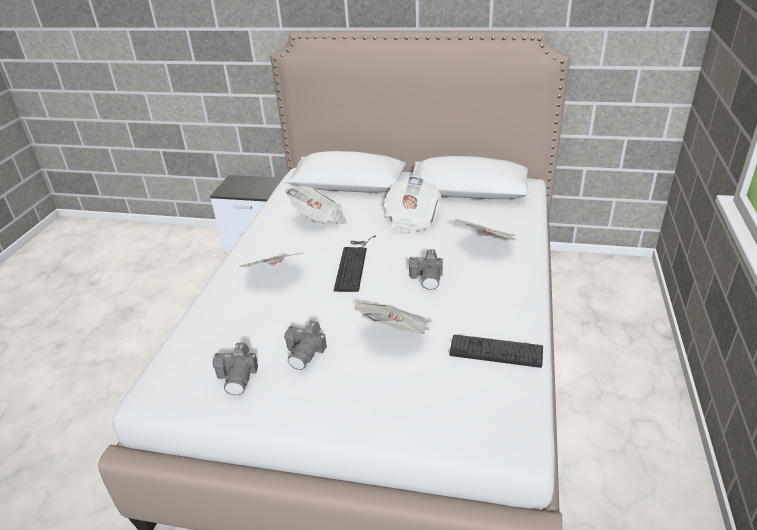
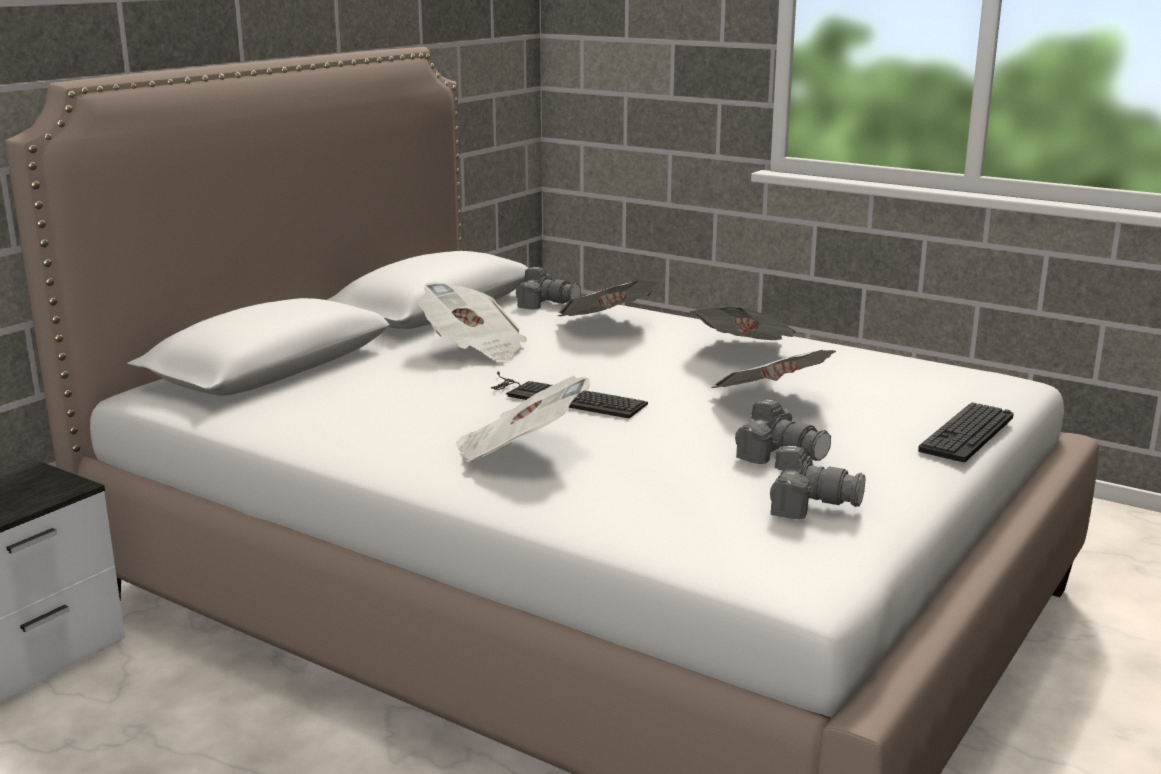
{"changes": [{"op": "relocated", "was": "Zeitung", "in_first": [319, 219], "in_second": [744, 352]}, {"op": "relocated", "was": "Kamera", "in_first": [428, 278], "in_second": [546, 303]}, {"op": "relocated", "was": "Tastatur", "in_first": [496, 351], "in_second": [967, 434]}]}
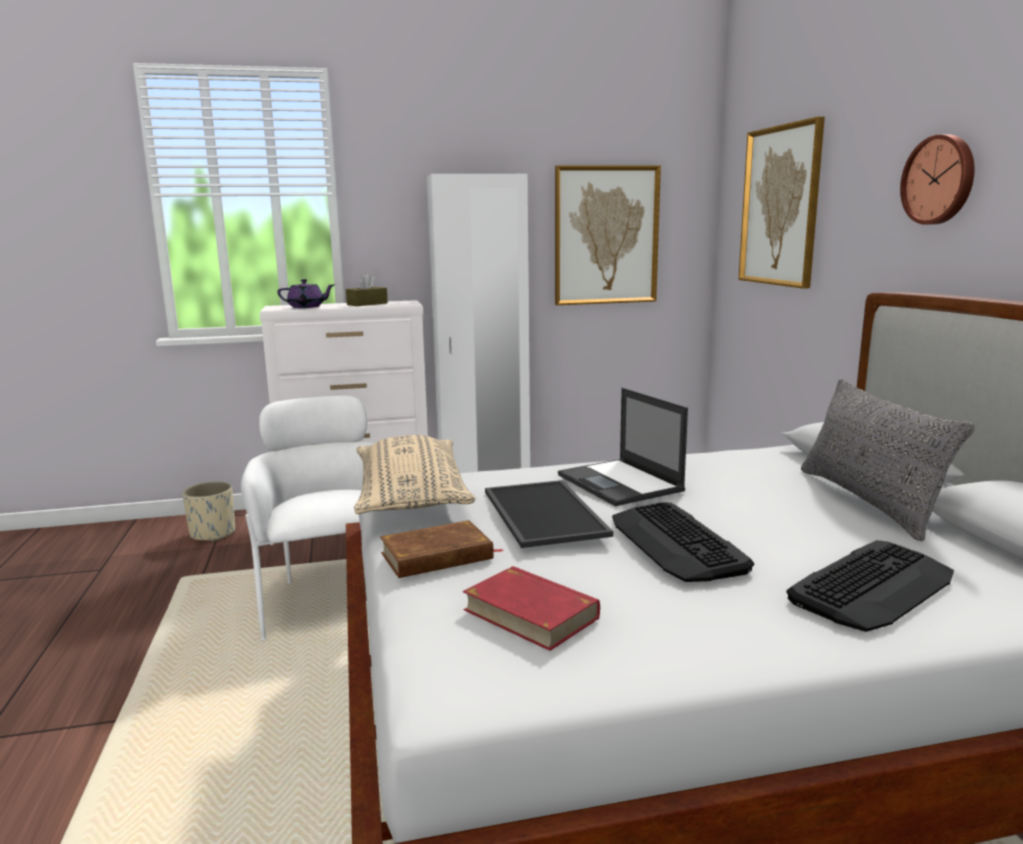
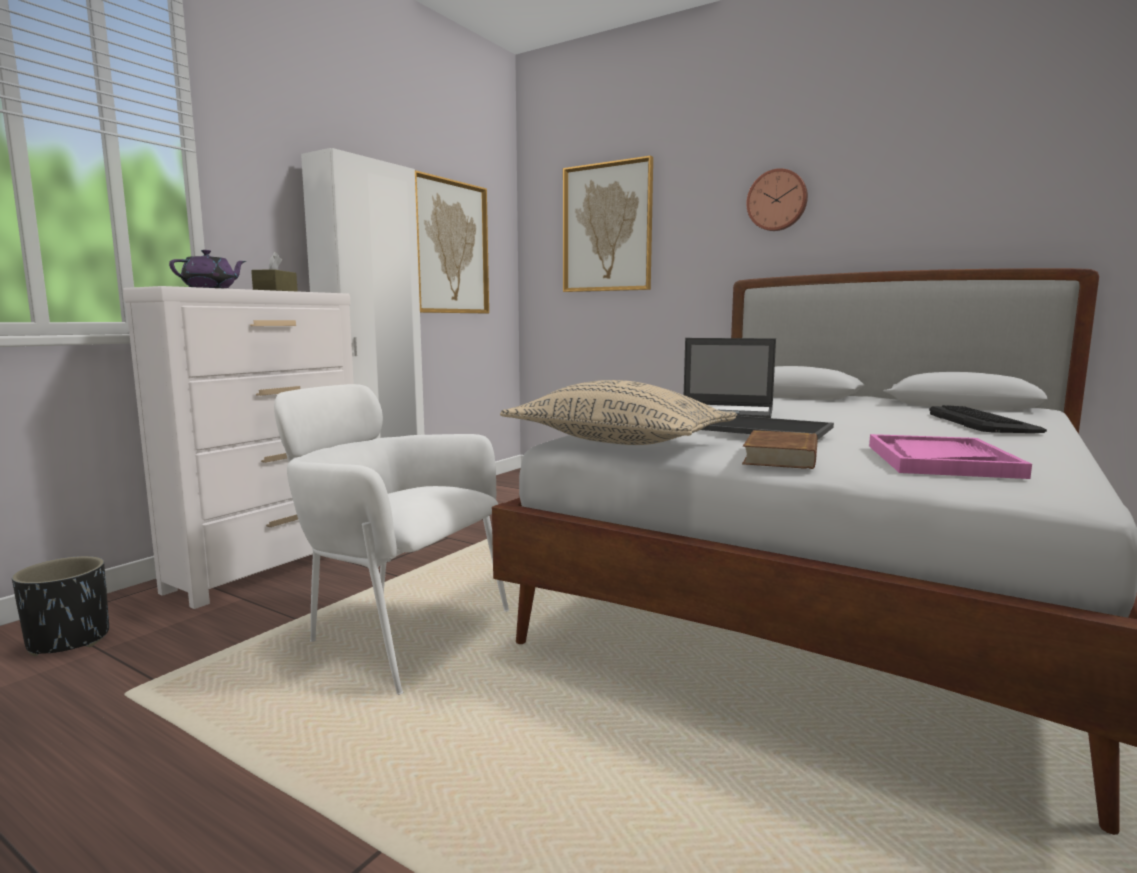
{"changes": [{"op": "colour", "was": "Pflanzkübel/beige", "now": "Pflanzkübel/schwarz", "in_first": [213, 534], "in_second": [69, 641]}, {"op": "exchanged", "was": "Buch/rot", "now": "Tablett/rosa", "in_first": [530, 613], "in_second": [939, 460]}, {"op": "missing", "was": "Tastatur", "in_first": [676, 543]}, {"op": "missing", "was": "Kissen/grau", "in_first": [867, 501]}]}
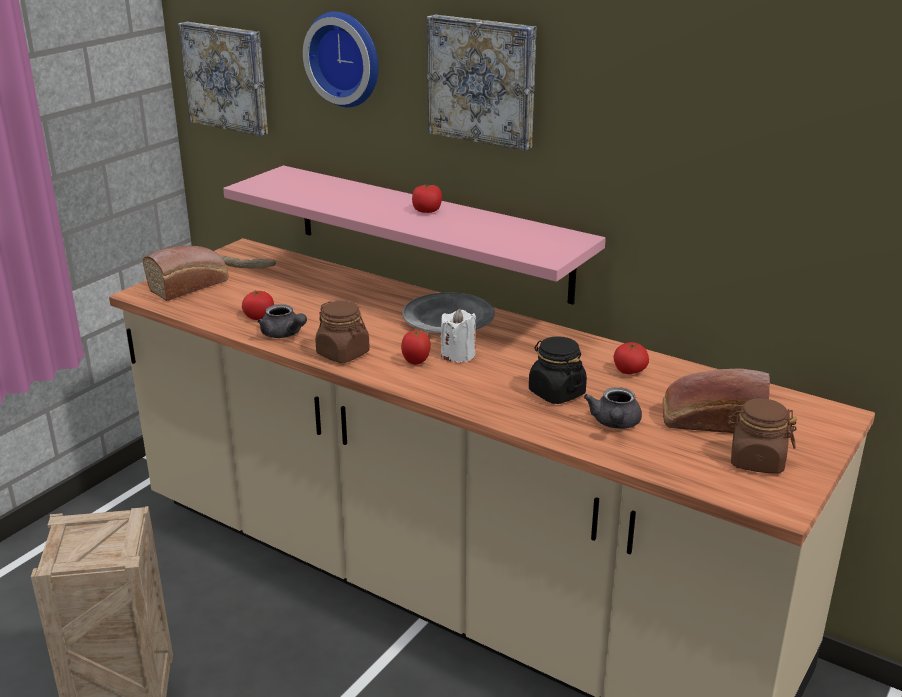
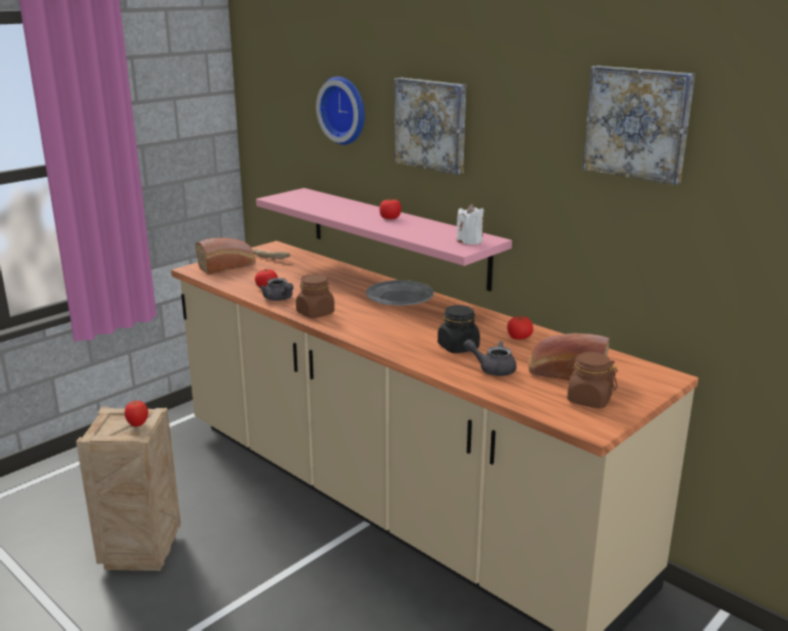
{"changes": [{"op": "relocated", "was": "Bild", "in_first": [227, 77], "in_second": [638, 123]}, {"op": "relocated", "was": "Tomate", "in_first": [416, 362], "in_second": [137, 425]}, {"op": "relocated", "was": "Kerze/weiß", "in_first": [458, 355], "in_second": [469, 241]}, {"op": "spun", "was": "Teekanne/grau", "in_first": [614, 424], "in_second": [492, 369], "clockwise": 90}]}
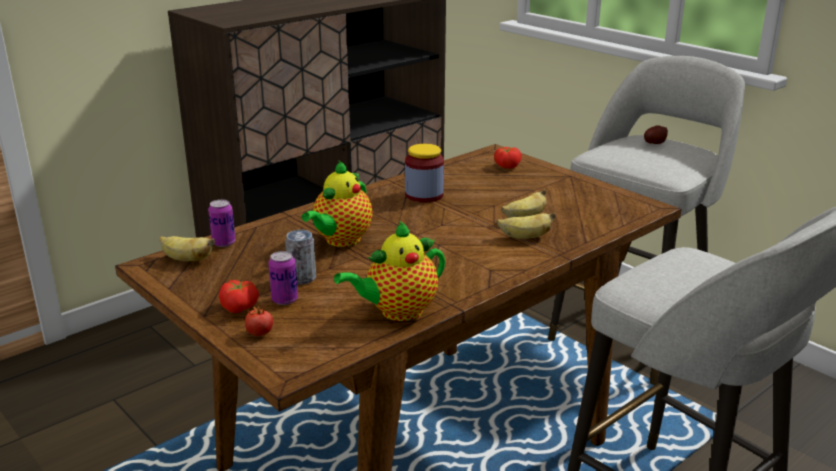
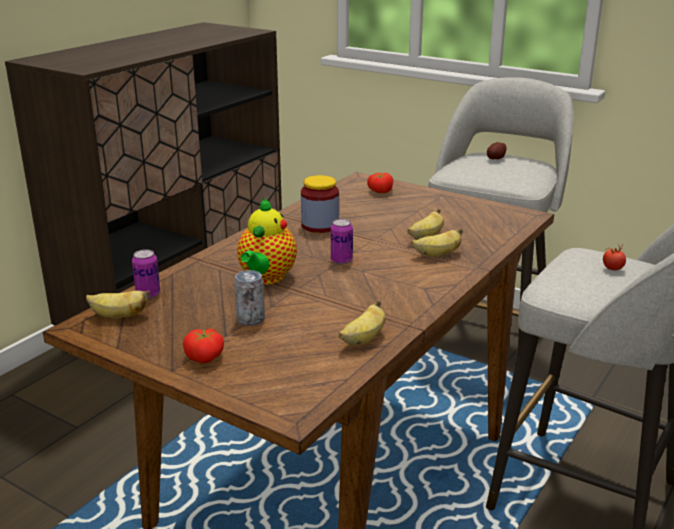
{"changes": [{"op": "relocated", "was": "Tomate", "in_first": [260, 333], "in_second": [612, 268]}, {"op": "relocated", "was": "Dose", "in_first": [284, 300], "in_second": [341, 260]}, {"op": "exchanged", "was": "Teekanne", "now": "Banane", "in_first": [397, 312], "in_second": [363, 339]}]}
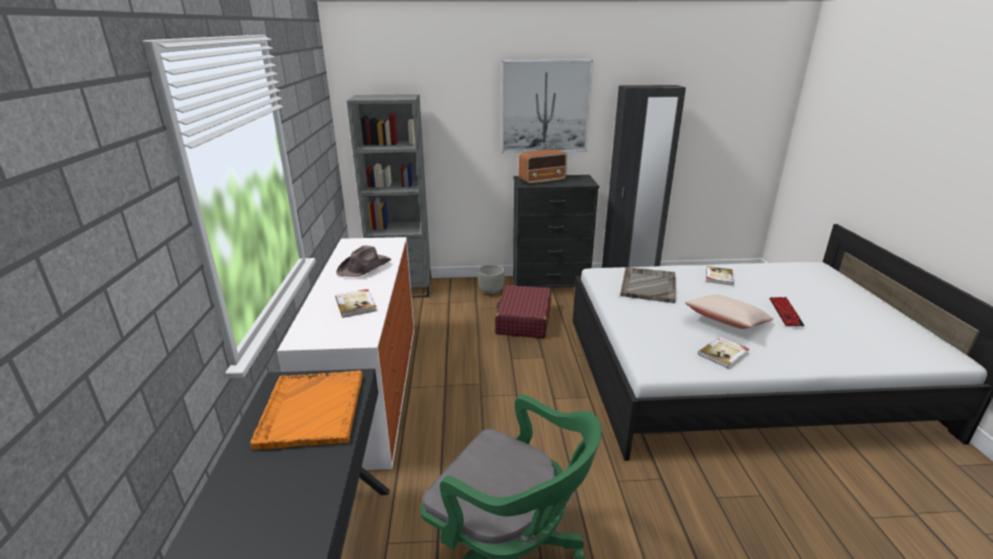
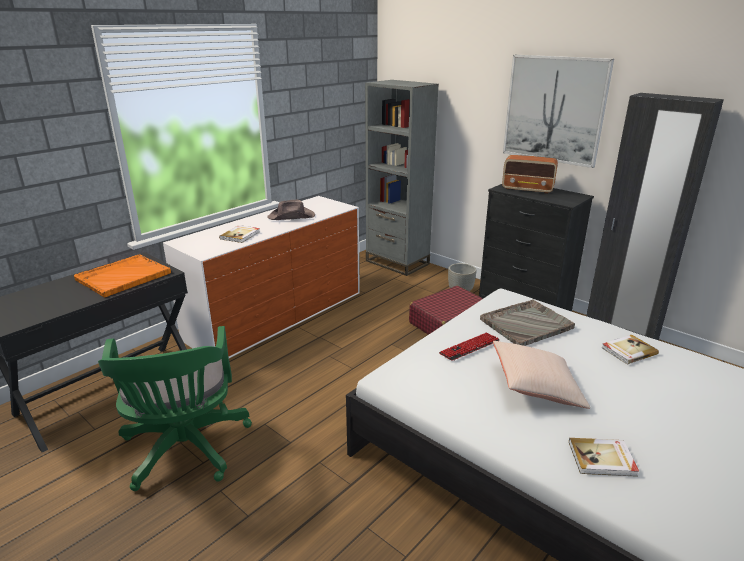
{"changes": [{"op": "relocated", "was": "Buch", "in_first": [724, 354], "in_second": [602, 459]}, {"op": "relocated", "was": "Tastatur", "in_first": [785, 312], "in_second": [469, 347]}]}
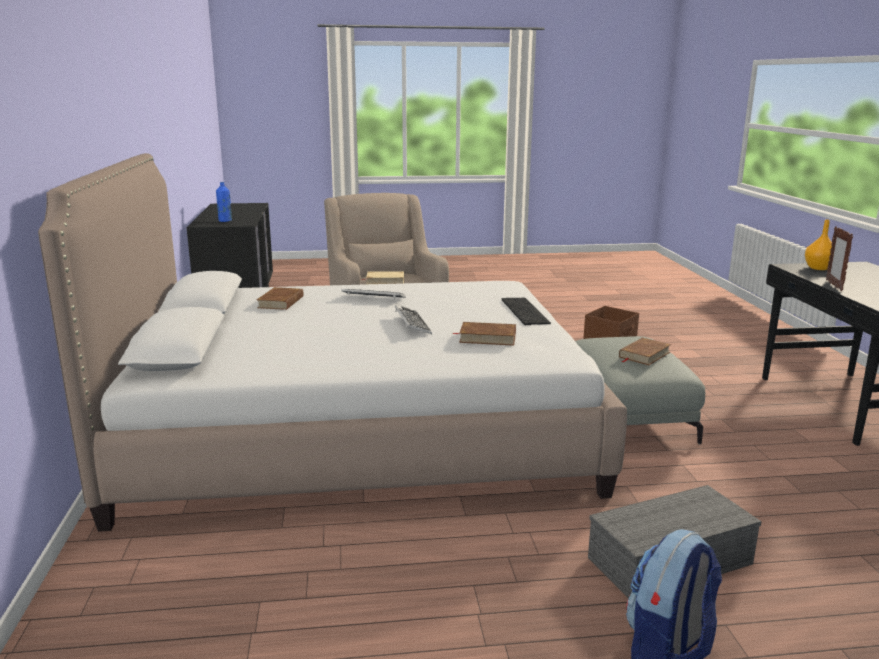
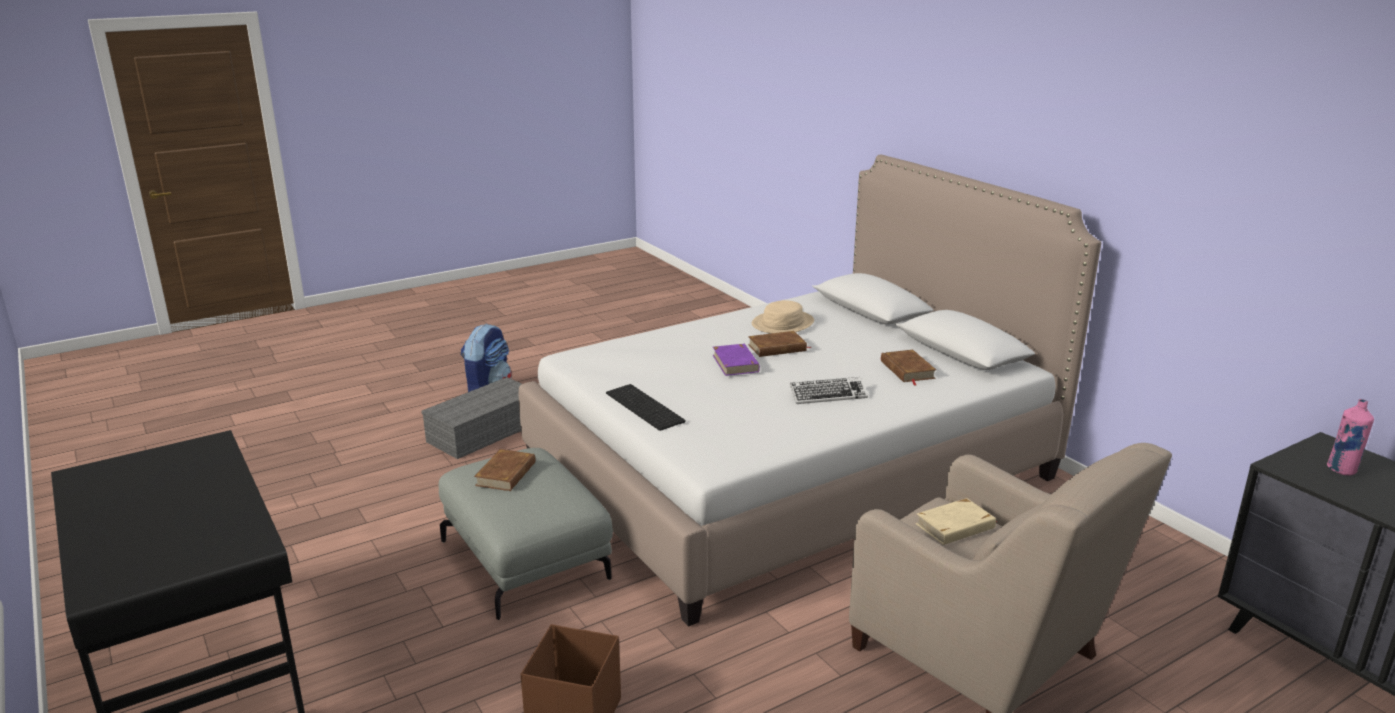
{"changes": [{"op": "colour", "was": "Flasche/blau", "now": "Flasche/rosa", "in_first": [225, 221], "in_second": [1342, 470]}, {"op": "exchanged", "was": "Tastatur", "now": "Buch/lila", "in_first": [412, 324], "in_second": [735, 363]}, {"op": "relocated", "was": "Buch/braun", "in_first": [487, 337], "in_second": [777, 348]}, {"op": "missing", "was": "Vase/orange", "in_first": [818, 268]}, {"op": "missing", "was": "Bilderrahmen", "in_first": [834, 285]}, {"op": "appeared", "now": "Hut/beige", "in_second": [783, 323]}]}
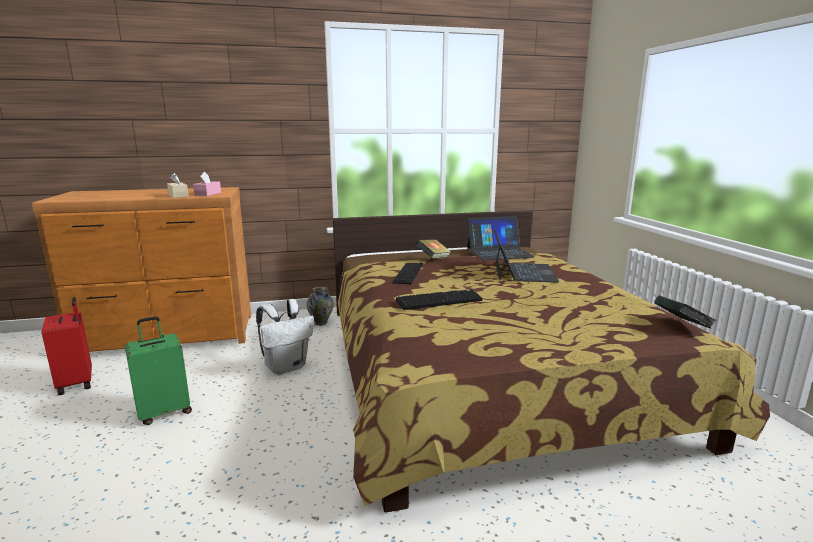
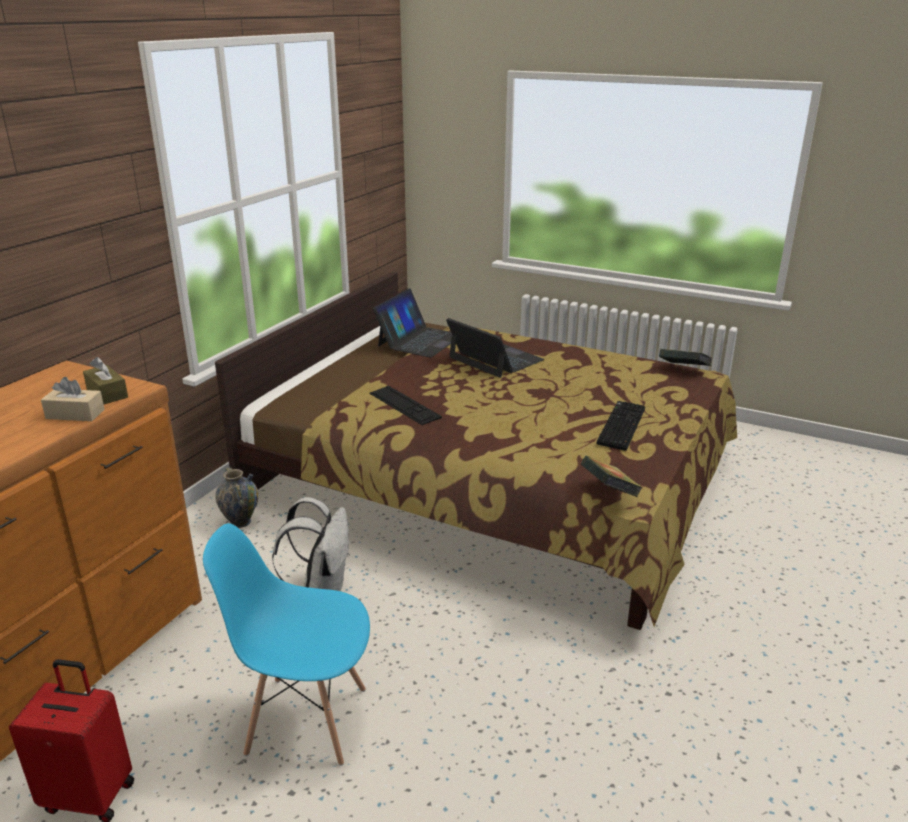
{"changes": [{"op": "exchanged", "was": "Koffer/grün", "now": "Stuhl/blau", "in_first": [164, 412], "in_second": [306, 720]}, {"op": "colour", "was": "Taschentuchbox/rosa", "now": "Taschentuchbox/braun", "in_first": [208, 194], "in_second": [107, 393]}, {"op": "relocated", "was": "Tastatur", "in_first": [439, 300], "in_second": [620, 425]}, {"op": "relocated", "was": "Buch", "in_first": [433, 259], "in_second": [609, 492]}]}
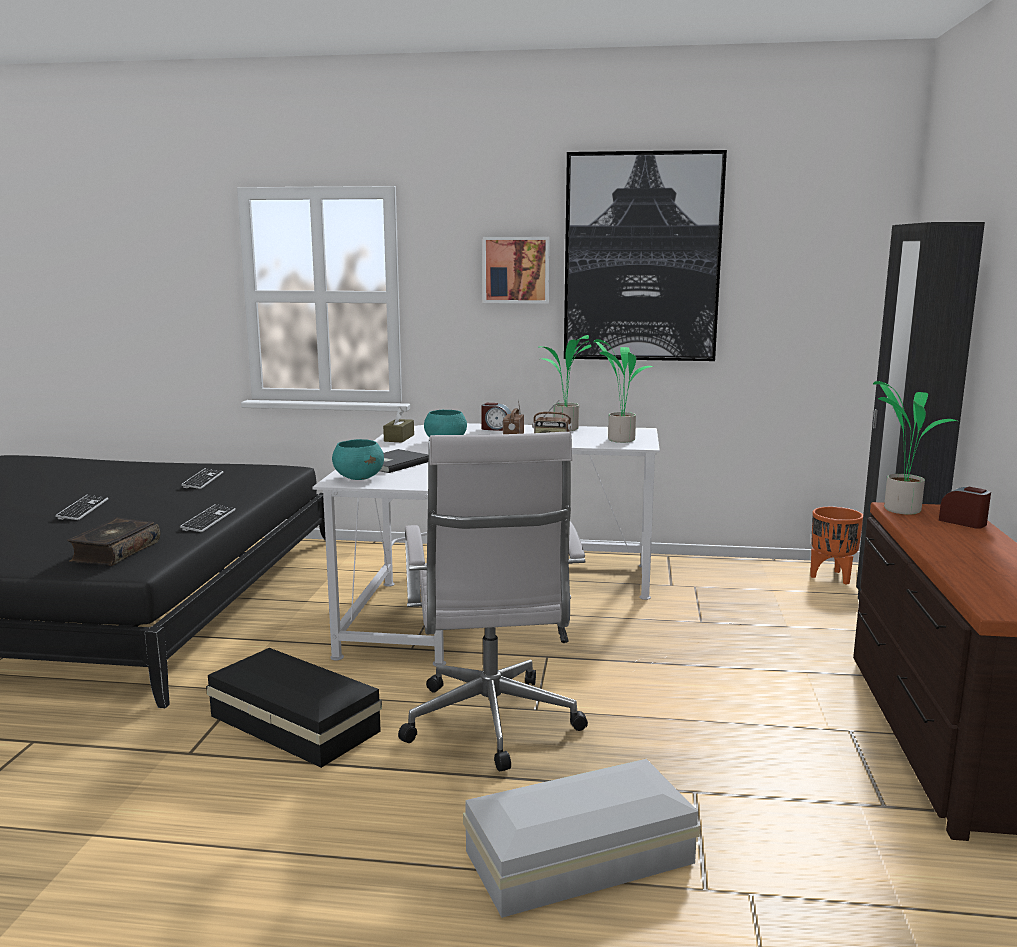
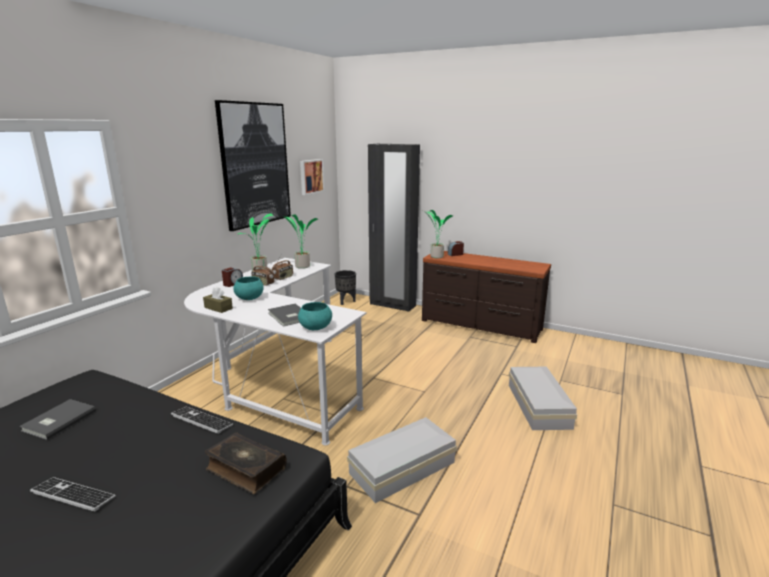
{"changes": [{"op": "exchanged", "was": "Tastatur", "now": "Buch/grau", "in_first": [203, 480], "in_second": [58, 420]}, {"op": "colour", "was": "Aufbewahrungsbox/schwarz", "now": "Aufbewahrungsbox/weiß", "in_first": [294, 722], "in_second": [400, 467]}, {"op": "missing", "was": "Bürostuhl/weiß", "in_first": [491, 726]}, {"op": "relocated", "was": "Bild", "in_first": [516, 270], "in_second": [311, 176]}, {"op": "colour", "was": "Pflanzkübel/orange", "now": "Pflanzkübel/schwarz", "in_first": [831, 577], "in_second": [345, 301]}]}
